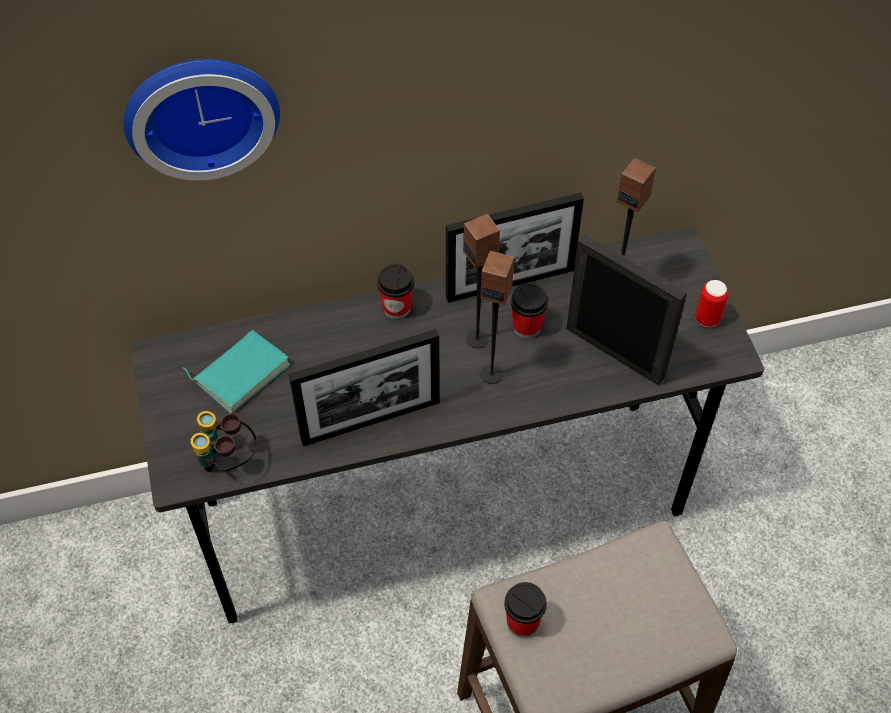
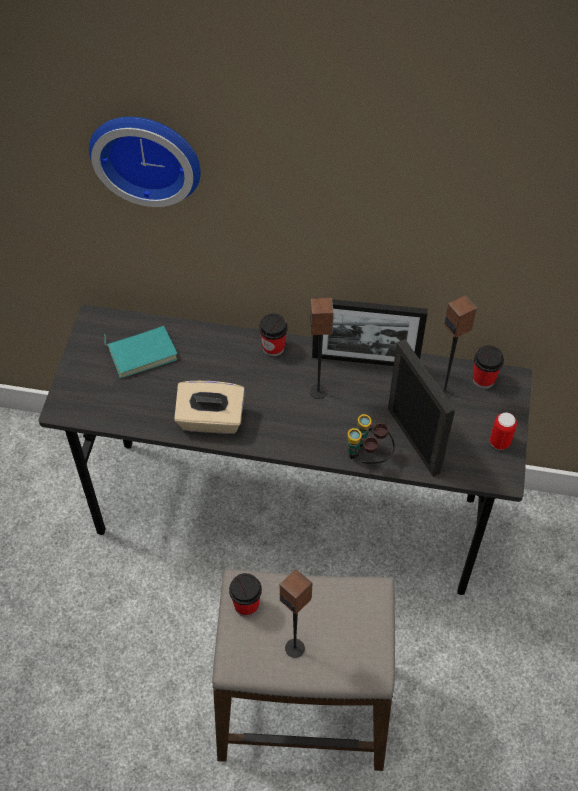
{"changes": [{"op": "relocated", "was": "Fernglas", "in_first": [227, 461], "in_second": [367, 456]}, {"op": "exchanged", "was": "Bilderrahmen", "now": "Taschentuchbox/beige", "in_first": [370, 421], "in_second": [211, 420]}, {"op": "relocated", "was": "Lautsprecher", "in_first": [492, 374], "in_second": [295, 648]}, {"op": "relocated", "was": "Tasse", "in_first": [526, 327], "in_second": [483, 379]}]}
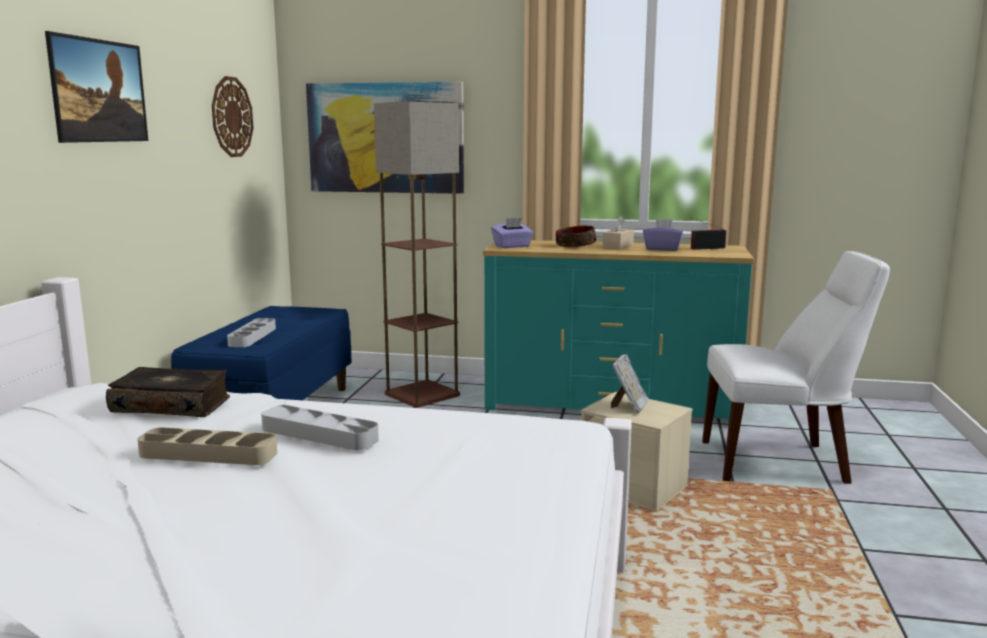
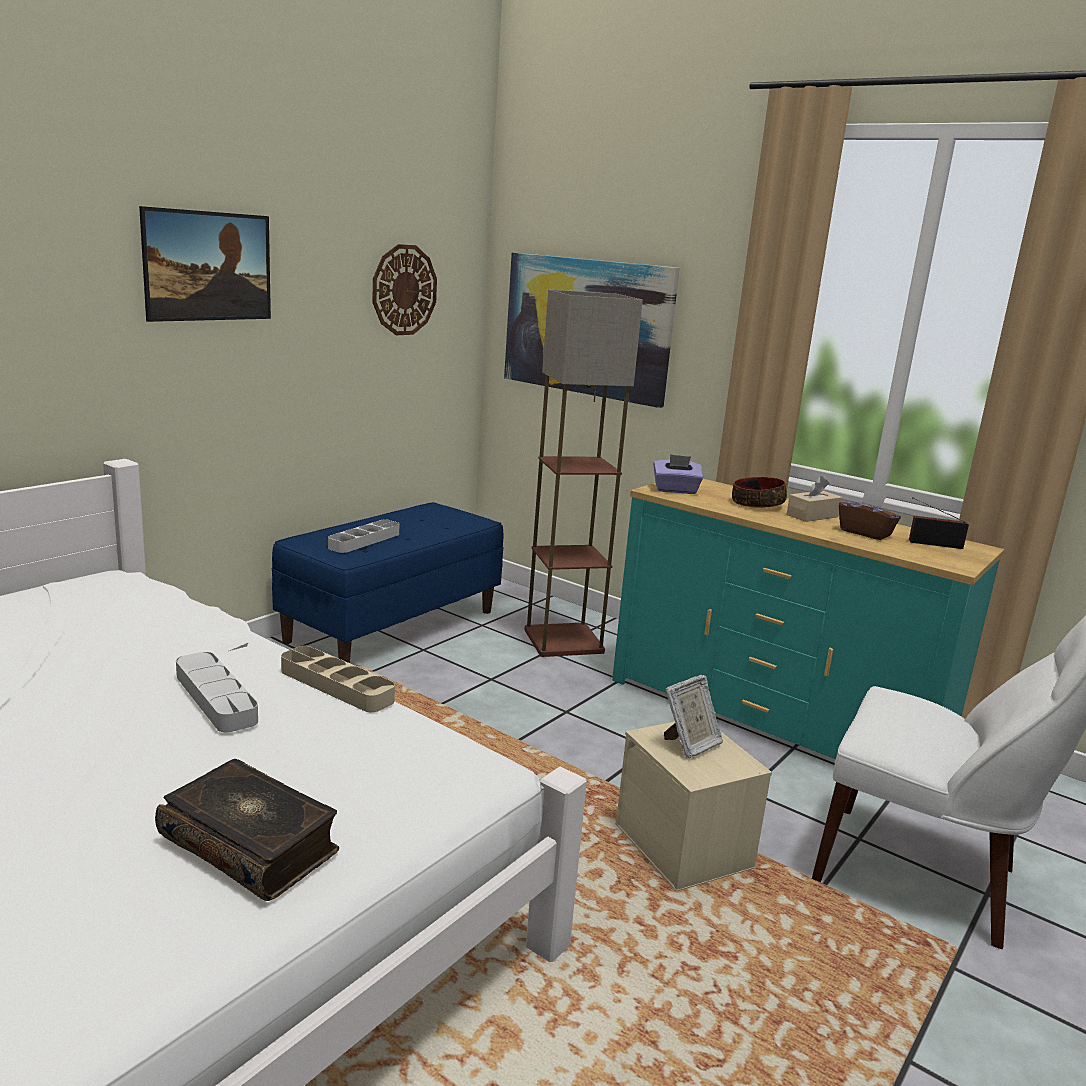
{"changes": [{"op": "relocated", "was": "Buch", "in_first": [172, 405], "in_second": [251, 844]}, {"op": "relocated", "was": "Tablett/beige", "in_first": [208, 454], "in_second": [336, 685]}, {"op": "colour", "was": "Taschentuchbox/lila", "now": "Taschentuchbox/braun", "in_first": [662, 249], "in_second": [865, 533]}]}
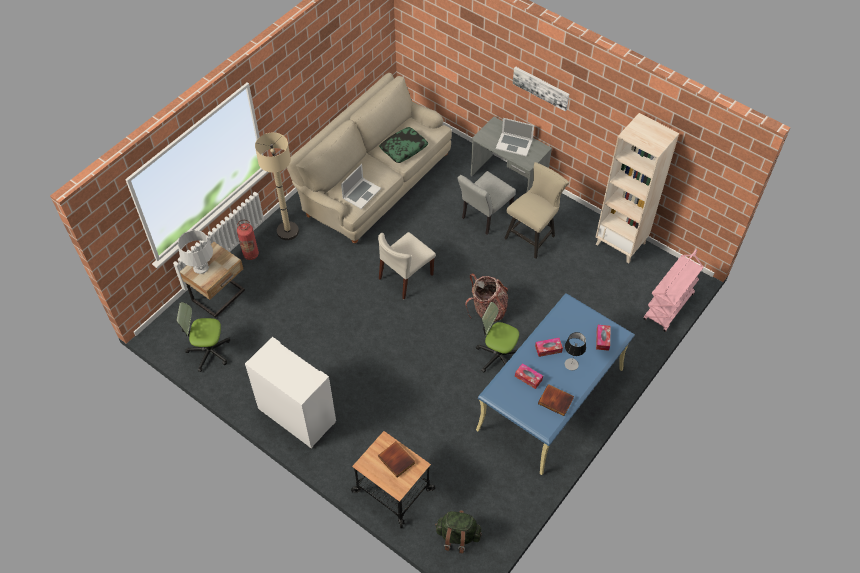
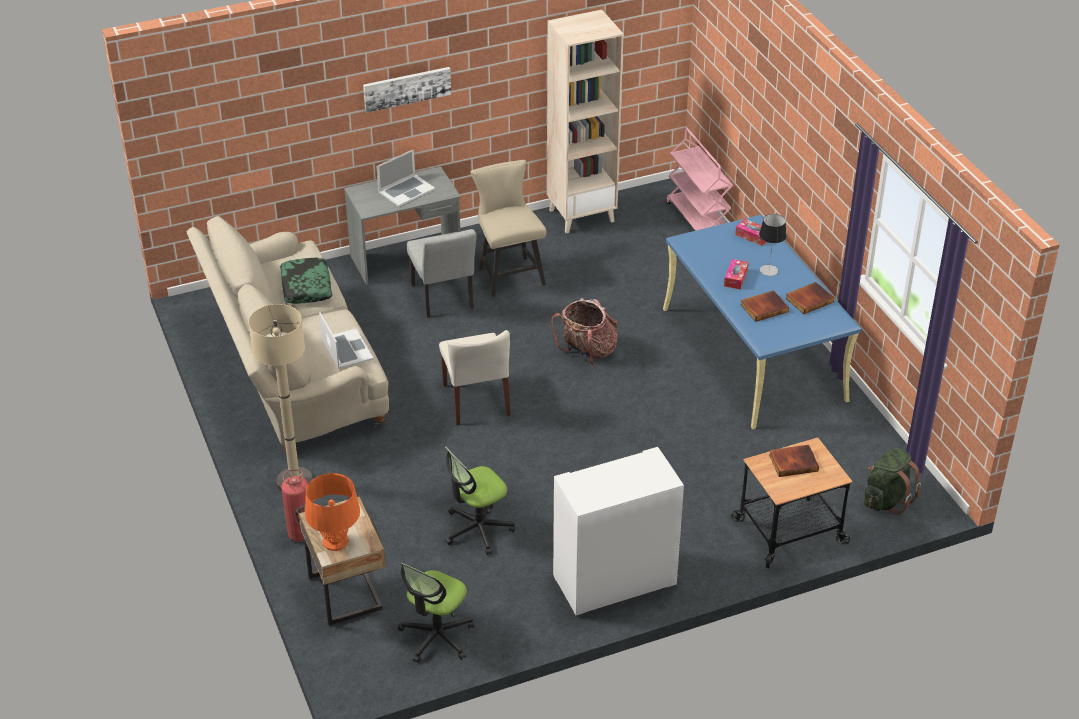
{"changes": [{"op": "colour", "was": "Tischlampe/grau", "now": "Tischlampe/orange", "in_first": [201, 267], "in_second": [335, 541]}, {"op": "relocated", "was": "Bürostuhl", "in_first": [497, 356], "in_second": [477, 529]}, {"op": "exchanged", "was": "Taschentuchbox", "now": "Buch", "in_first": [528, 378], "in_second": [764, 307]}]}
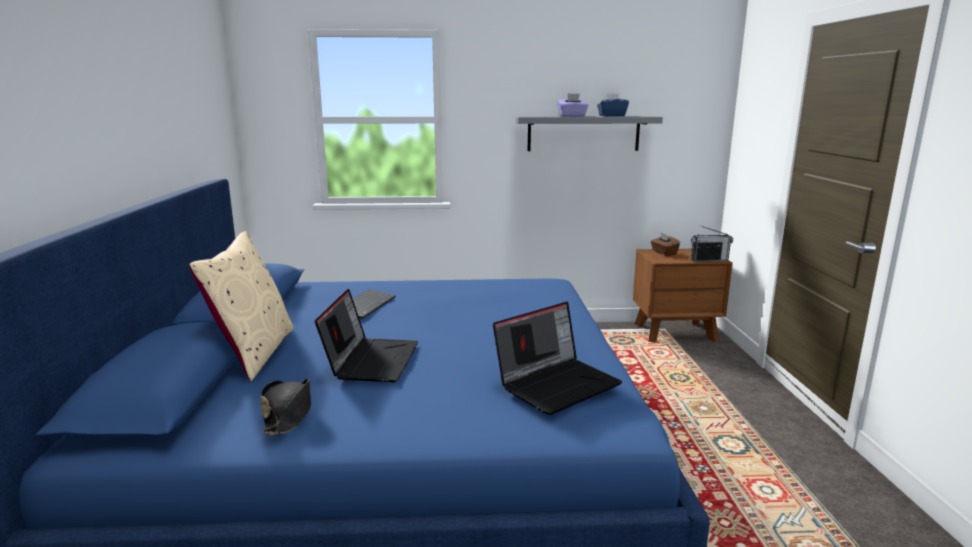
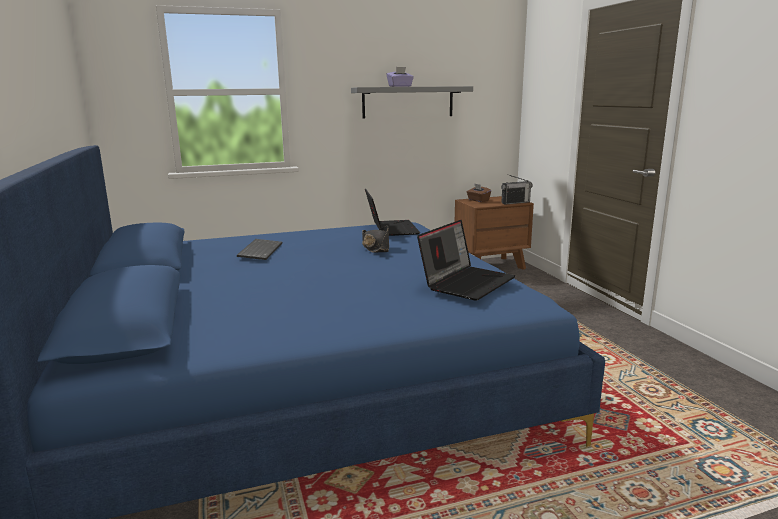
{"changes": [{"op": "missing", "was": "Kissen/beige", "in_first": [254, 353]}, {"op": "relocated", "was": "Hut/schwarz", "in_first": [288, 414], "in_second": [376, 247]}, {"op": "relocated", "was": "Laptop", "in_first": [371, 360], "in_second": [390, 229]}, {"op": "missing", "was": "Taschentuchbox/blau", "in_first": [611, 116]}]}
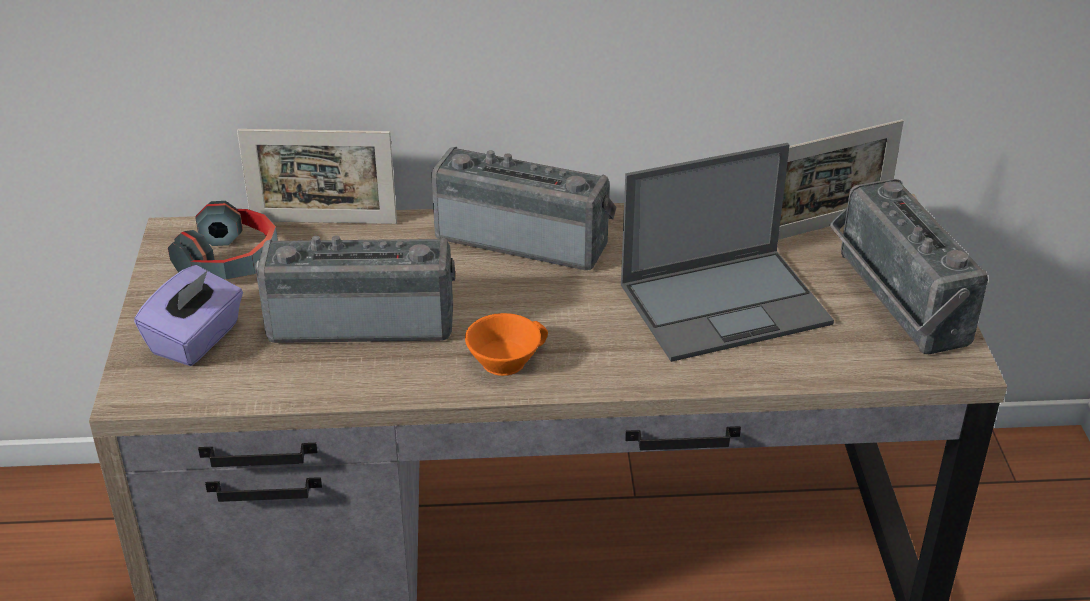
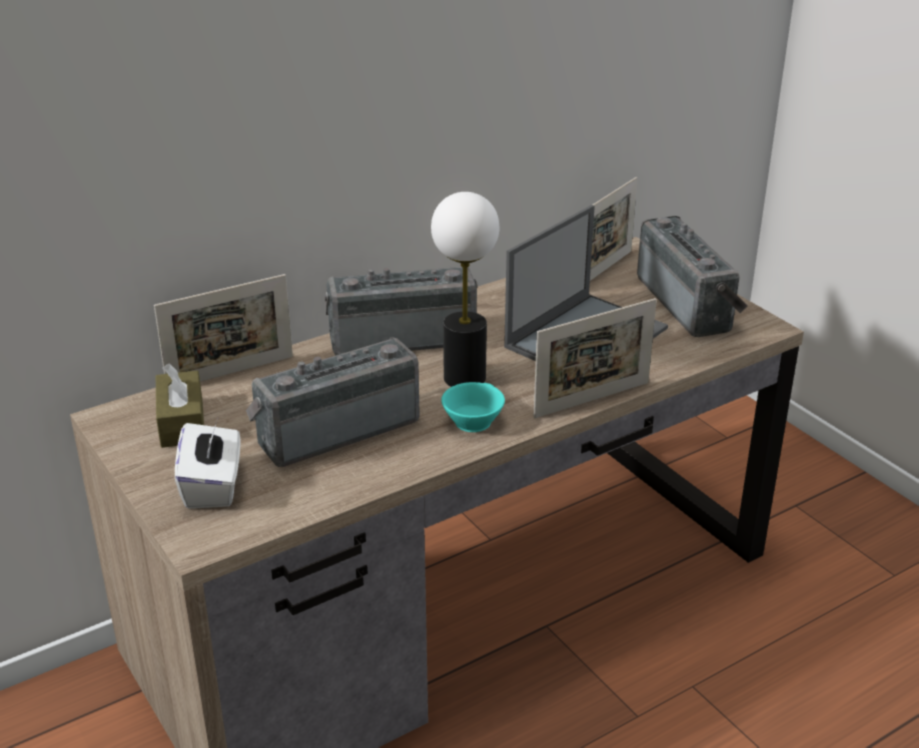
{"changes": [{"op": "colour", "was": "Taschentuchbox/lila", "now": "Taschentuchbox/weiß", "in_first": [196, 339], "in_second": [213, 486]}, {"op": "exchanged", "was": "Kopfhörer", "now": "Taschentuchbox/braun", "in_first": [232, 261], "in_second": [182, 422]}, {"op": "colour", "was": "Tasse/orange", "now": "Tasse/türkis", "in_first": [504, 359], "in_second": [471, 420]}, {"op": "spun", "was": "Radio", "in_first": [893, 301], "in_second": [689, 303], "clockwise": -150}, {"op": "appeared", "now": "Tischlampe", "in_second": [464, 378]}, {"op": "appeared", "now": "Bilderrahmen", "in_second": [592, 400]}]}
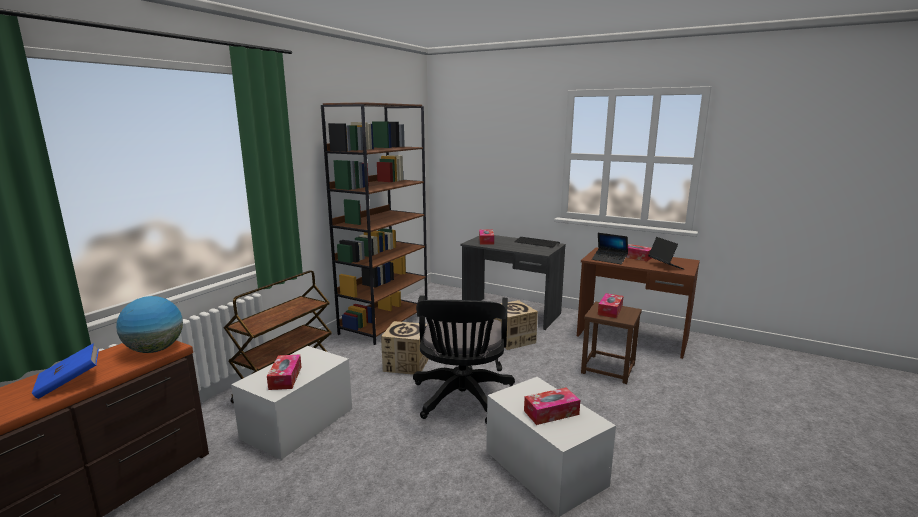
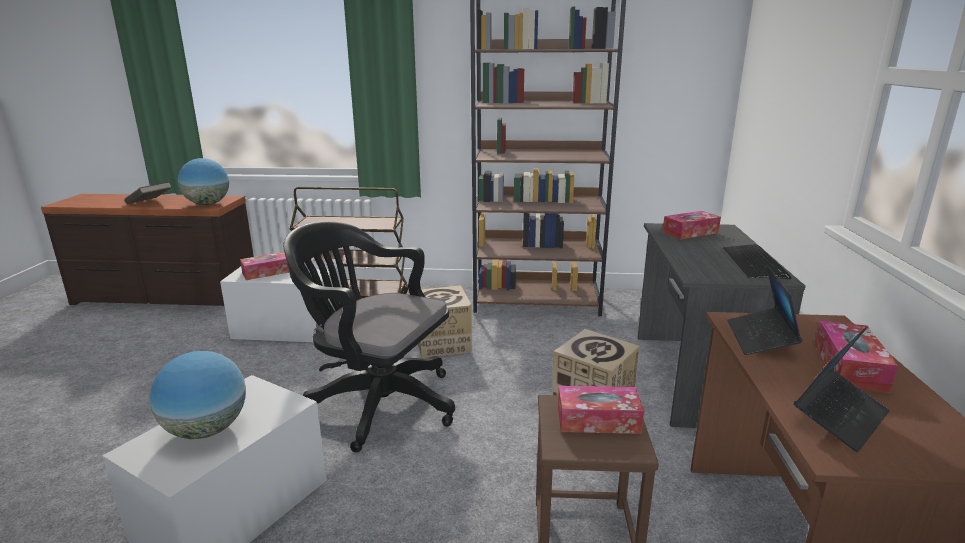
{"changes": [{"op": "colour", "was": "Buch/blau", "now": "Buch/braun", "in_first": [70, 383], "in_second": [150, 203]}, {"op": "spun", "was": "Bürostuhl/schwarz", "in_first": [462, 400], "in_second": [377, 402], "clockwise": 45}, {"op": "exchanged", "was": "Taschentuchbox", "now": "Globus", "in_first": [551, 412], "in_second": [206, 430]}]}
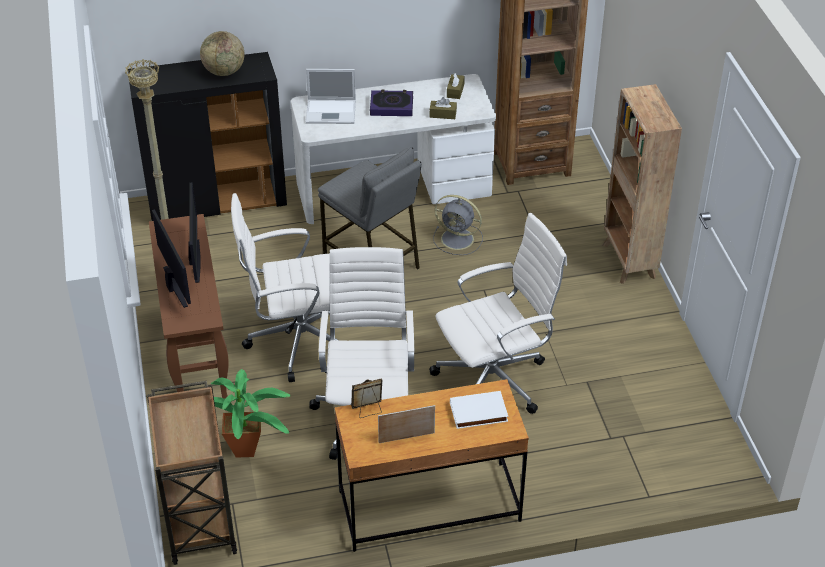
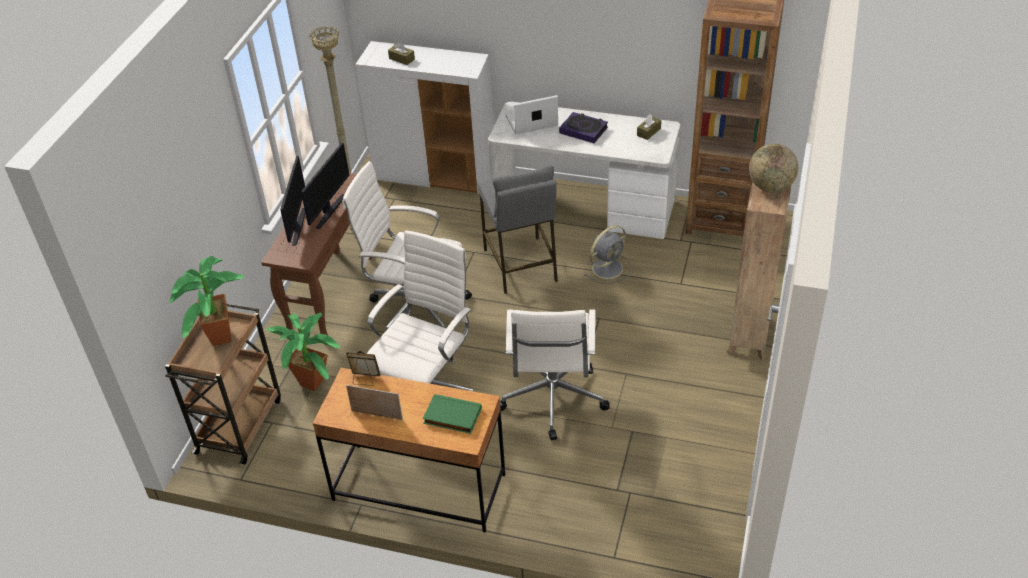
{"changes": [{"op": "colour", "was": "Schrank/schwarz", "now": "Schrank/weiß", "in_first": [218, 201], "in_second": [436, 176]}, {"op": "relocated", "was": "Globus", "in_first": [224, 71], "in_second": [770, 187]}, {"op": "spun", "was": "Laptop", "in_first": [332, 111], "in_second": [530, 121], "clockwise": 135}, {"op": "relocated", "was": "Taschentuchbox/braun", "in_first": [443, 114], "in_second": [402, 59]}, {"op": "spun", "was": "Bürostuhl/weiß", "in_first": [494, 379], "in_second": [552, 399], "clockwise": 90}, {"op": "spun", "was": "Ventilator/grau", "in_first": [459, 239], "in_second": [608, 267], "clockwise": -90}, {"op": "colour", "was": "Buch/weiß", "now": "Buch/grün", "in_first": [478, 413], "in_second": [451, 417]}, {"op": "appeared", "now": "Topfpflanze", "in_second": [219, 342]}]}
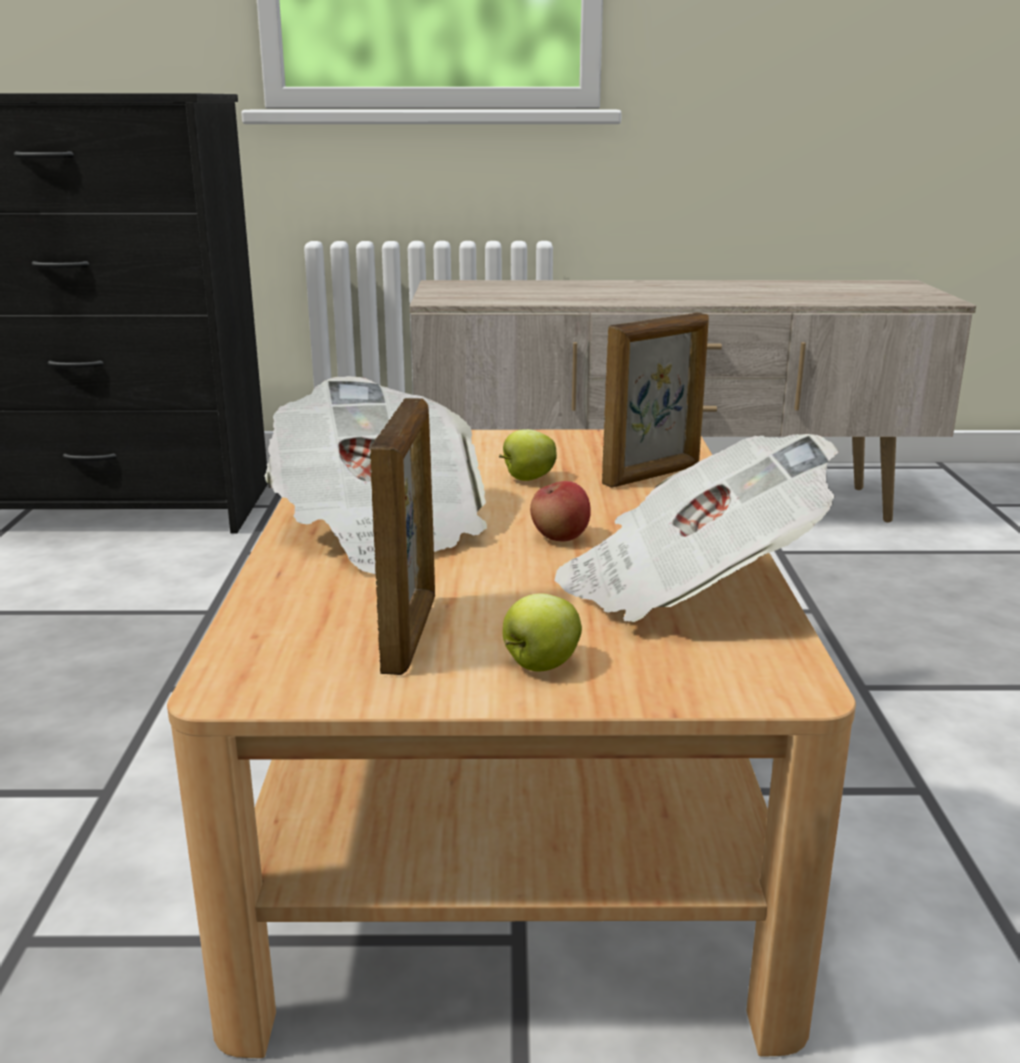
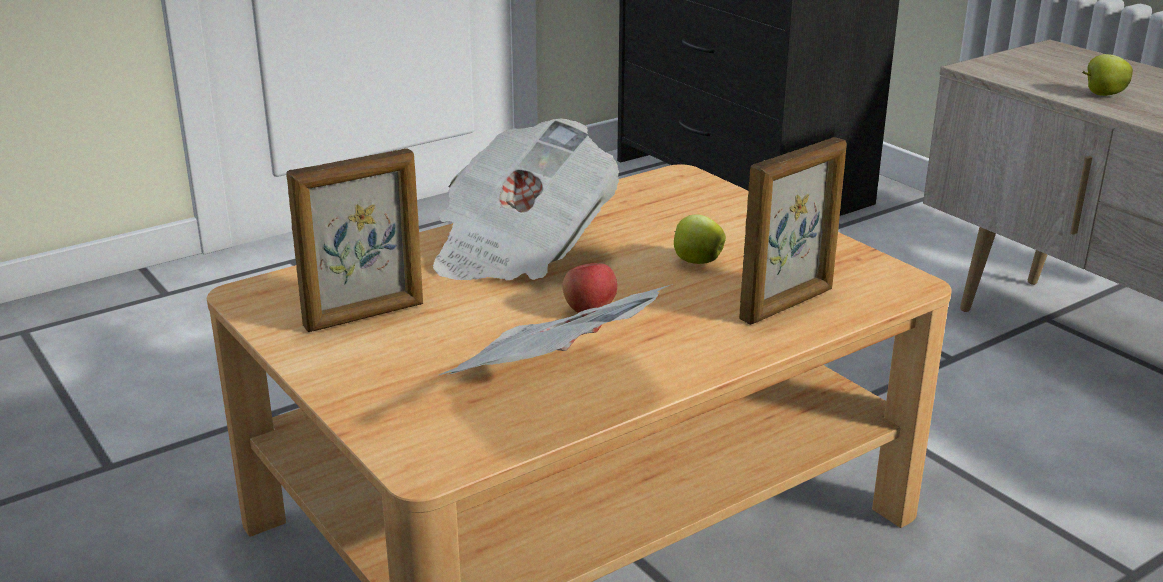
{"changes": [{"op": "relocated", "was": "Apfel", "in_first": [539, 665], "in_second": [1102, 94]}, {"op": "spun", "was": "Bilderrahmen", "in_first": [653, 475], "in_second": [788, 305], "clockwise": -60}]}
